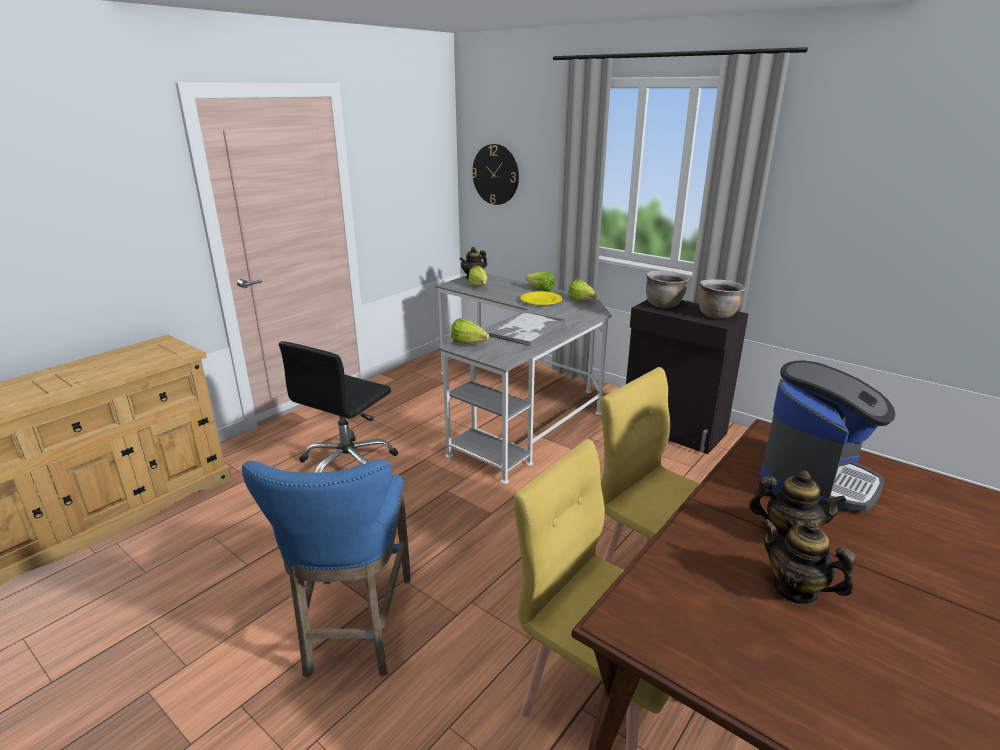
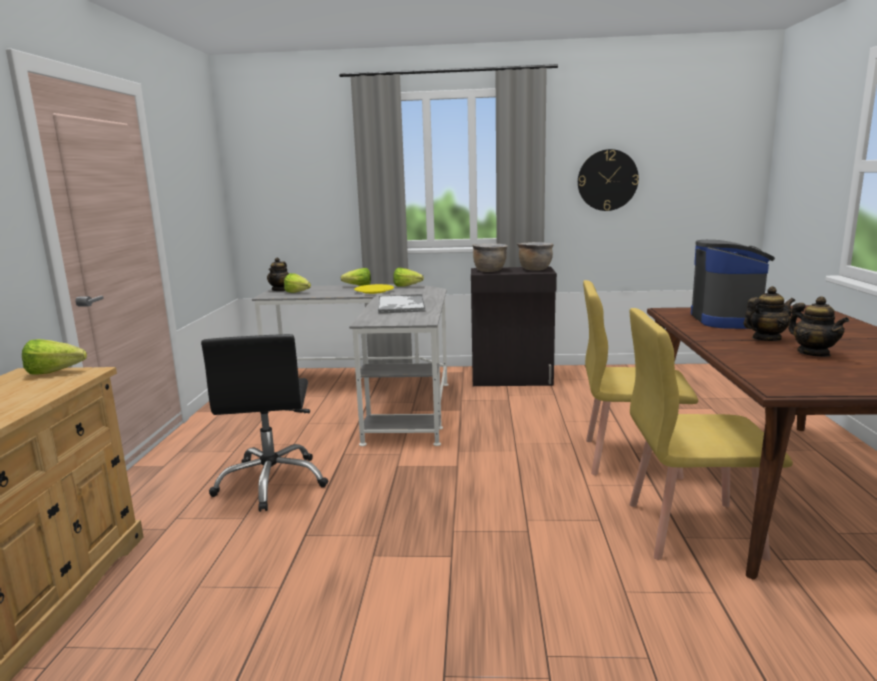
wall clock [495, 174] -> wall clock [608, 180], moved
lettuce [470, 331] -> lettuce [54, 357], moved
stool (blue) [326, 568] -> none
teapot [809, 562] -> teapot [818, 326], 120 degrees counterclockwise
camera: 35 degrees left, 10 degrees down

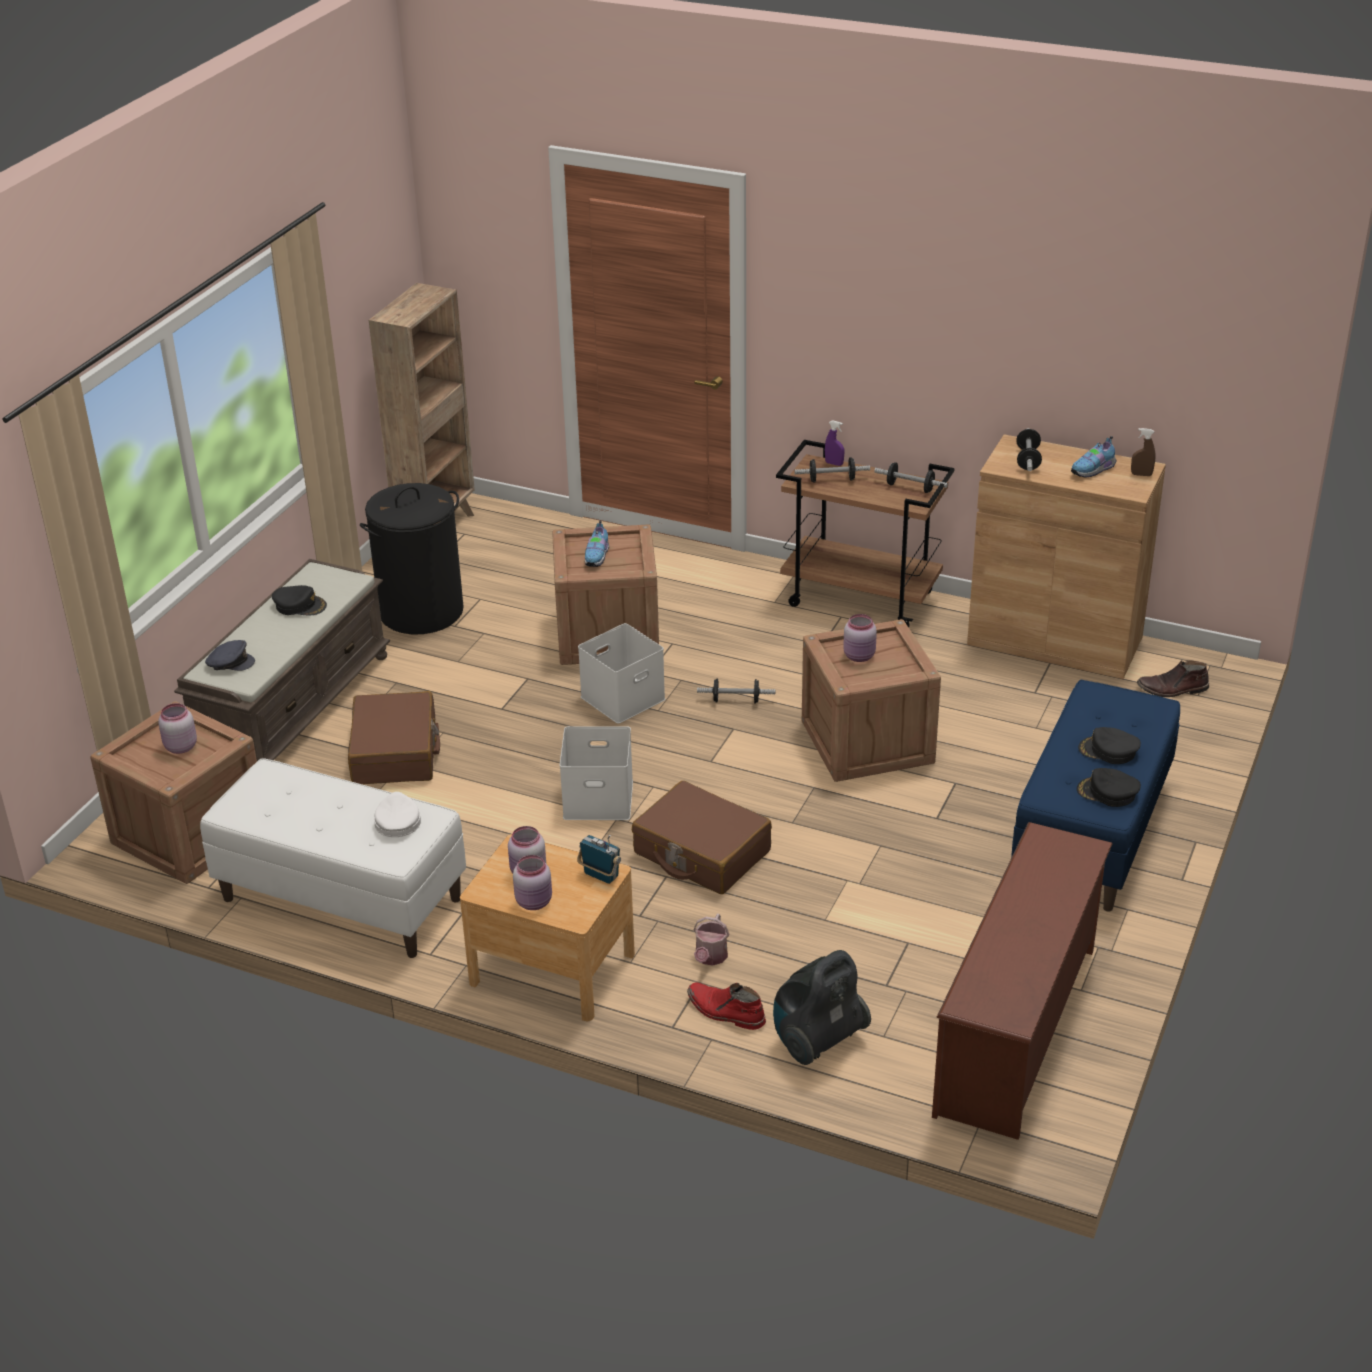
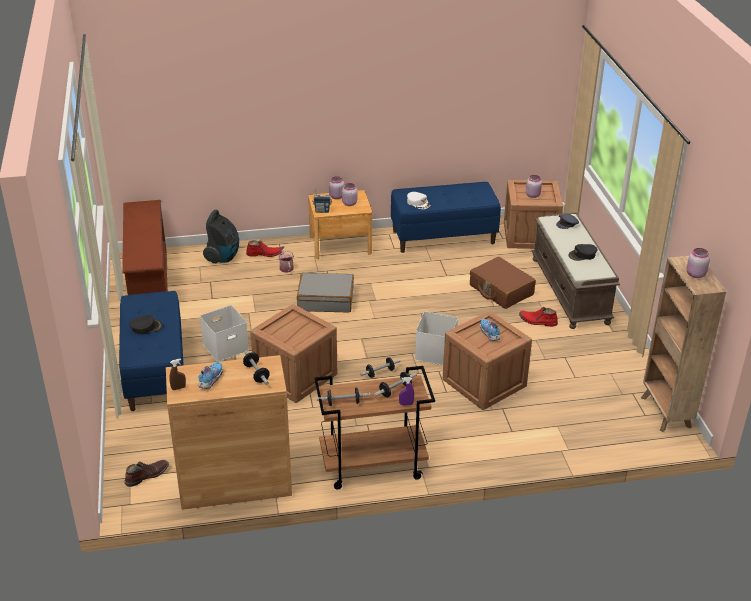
laundry basket (black) [412, 558] -> none
jar (pink) [860, 638] -> jar (pink) [698, 263], moved
storage box (white) [596, 773] -> storage box (white) [224, 333], moved
bench (white) [333, 858] -> bench (blue) [446, 217]
cap (black) [1109, 787] -> none
suitcase (brown) [702, 837] -> suitcase (grey) [325, 292]
none -> boot (red) [538, 317]
camera: 145 degrees right, 0 degrees up

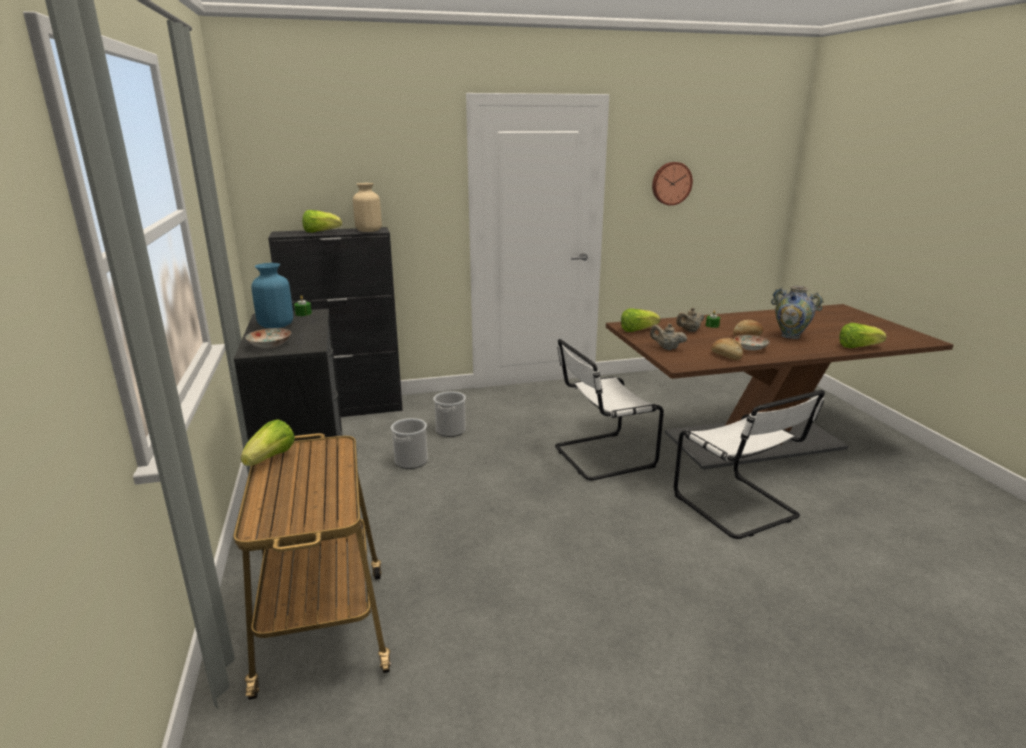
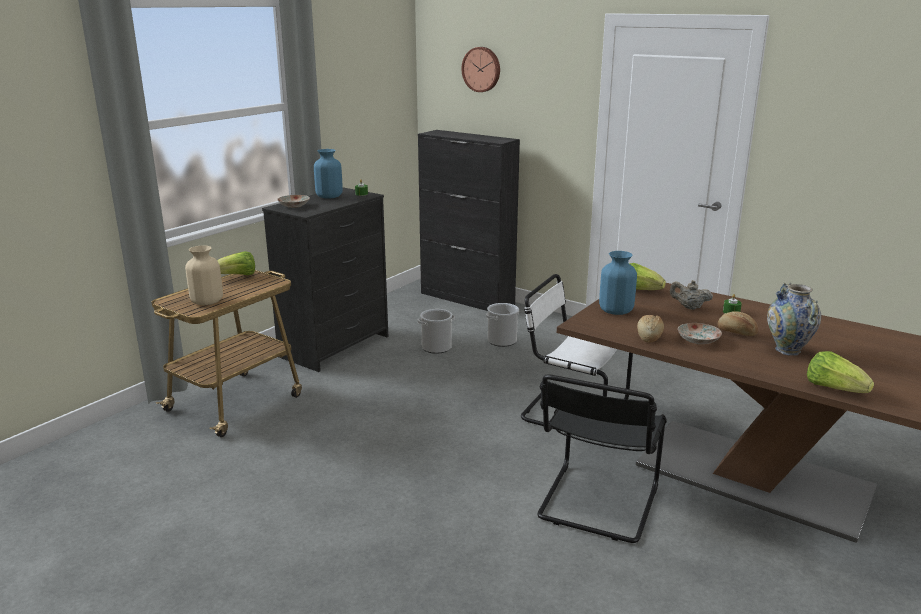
wall clock [672, 184] -> wall clock [480, 69], moved
vase (beige) [367, 207] -> vase (beige) [204, 275], moved
lettuce [322, 221] -> none
teapot (beige) [668, 337] -> vase (blue) [618, 283]
chair (white) [749, 464] -> chair (black) [602, 458]
camera: 50 degrees right, 0 degrees up

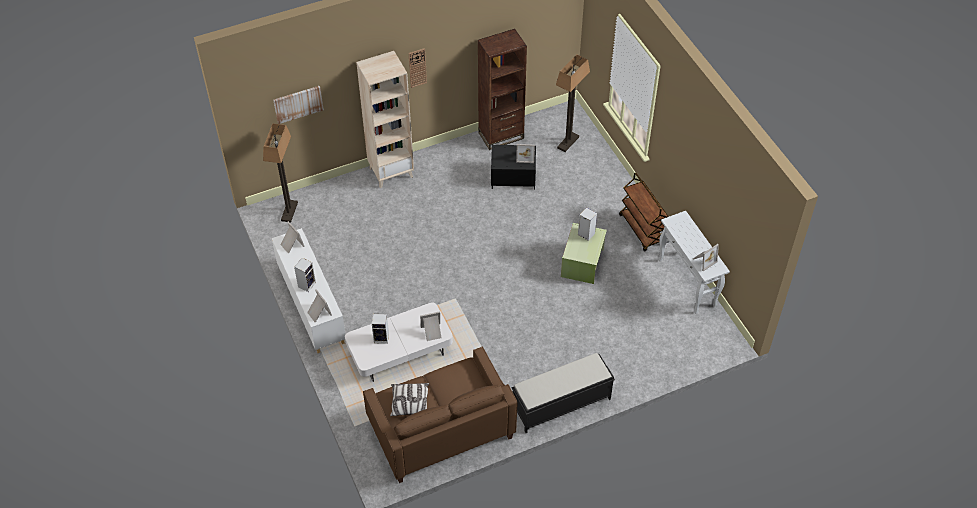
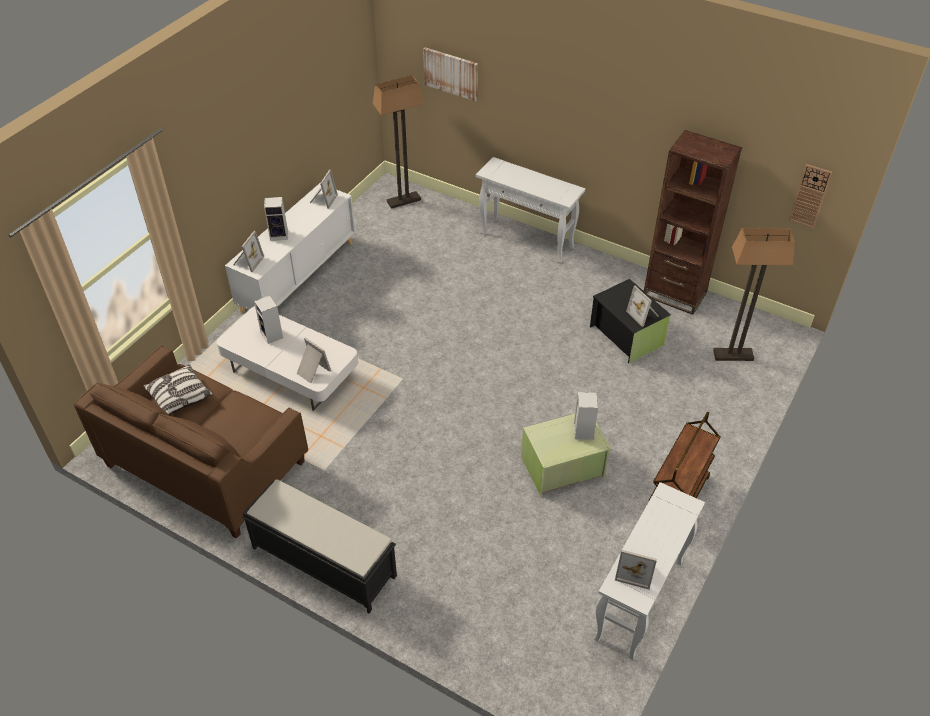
wall clock [418, 68] -> wall clock [810, 196], moved
bookcase (beige) [385, 119] -> console table (white) [530, 210]
camera: 55 degrees right, 5 degrees down

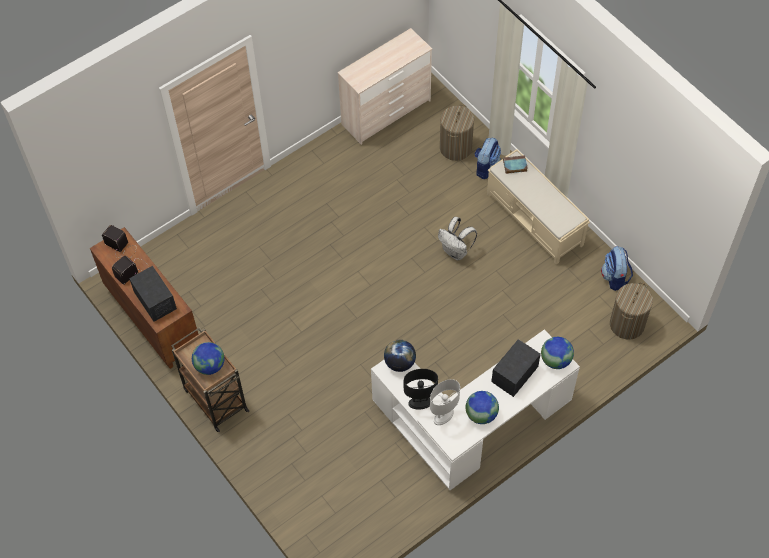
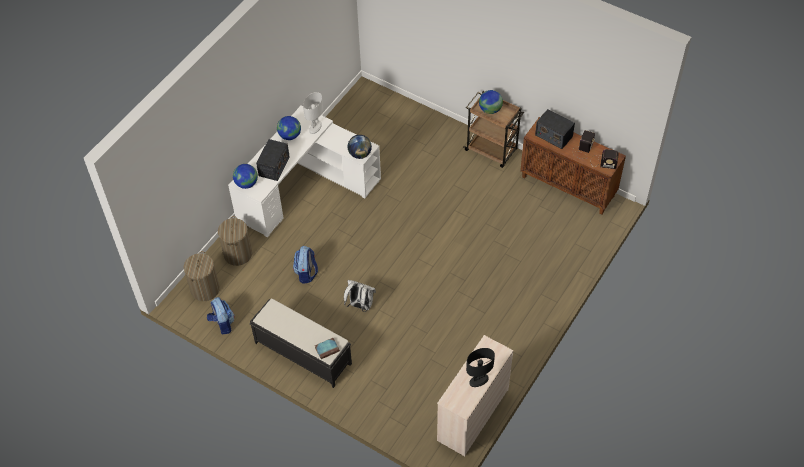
laundry basket [457, 132] -> laundry basket [235, 241], moved
backpack [487, 158] -> backpack [305, 265], moved
bench (beige) [538, 207] -> bench (black) [300, 343]
table lamp (black) [421, 389] -> table lamp (black) [480, 367], moved
camera: 160 degrees right, 5 degrees down

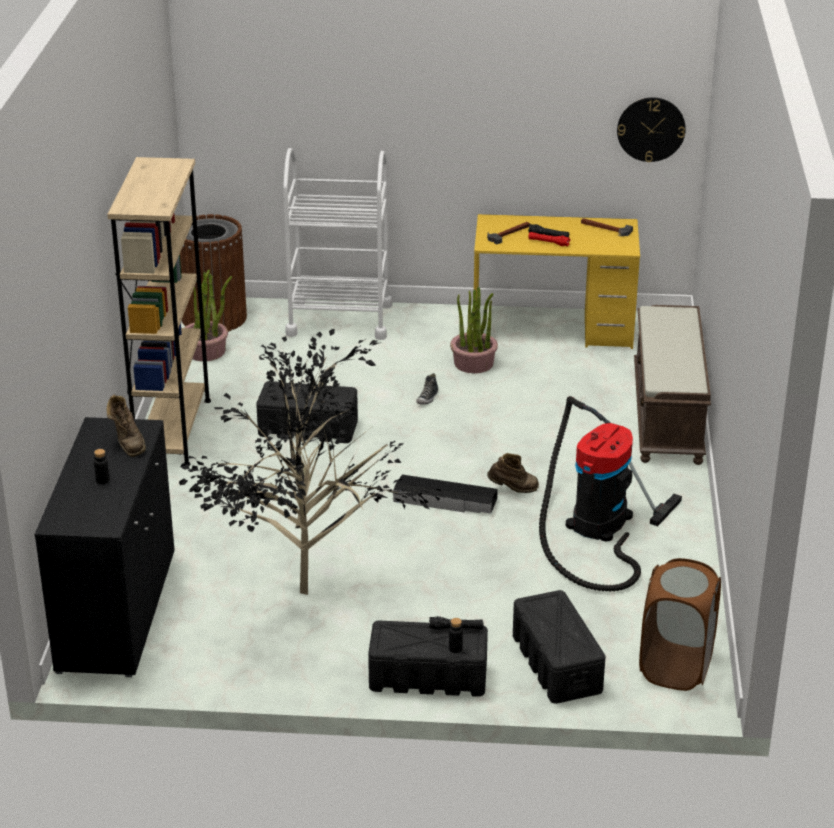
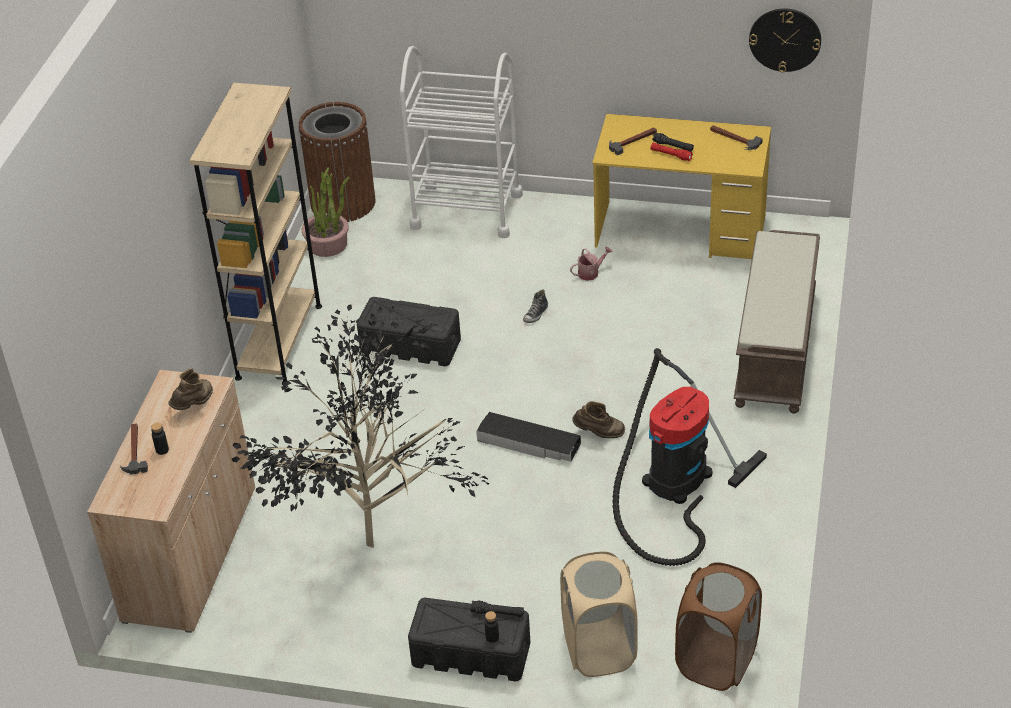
potted plant [474, 330] -> watering can [591, 263]
boot (brown) [126, 426] -> boot (brown) [190, 389], 135 degrees counterclockwise
cabinet (black) [104, 547] -> cabinet (beige) [171, 501]
storage box (black) [559, 647] -> laundry basket (beige) [599, 614]
none -> hammer [134, 449]
camera: 10 degrees right, 10 degrees up

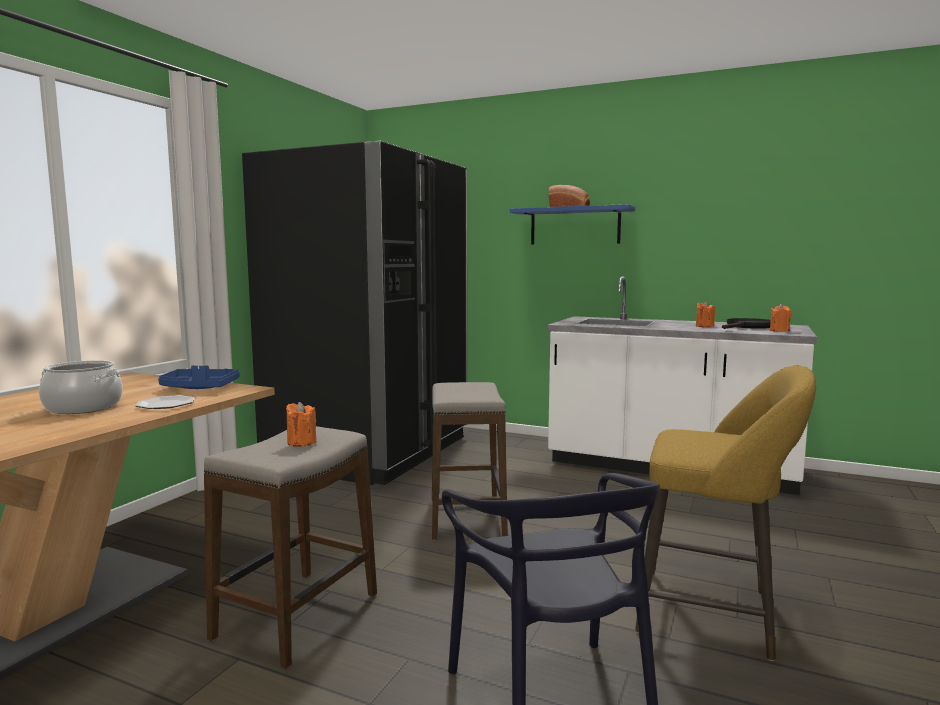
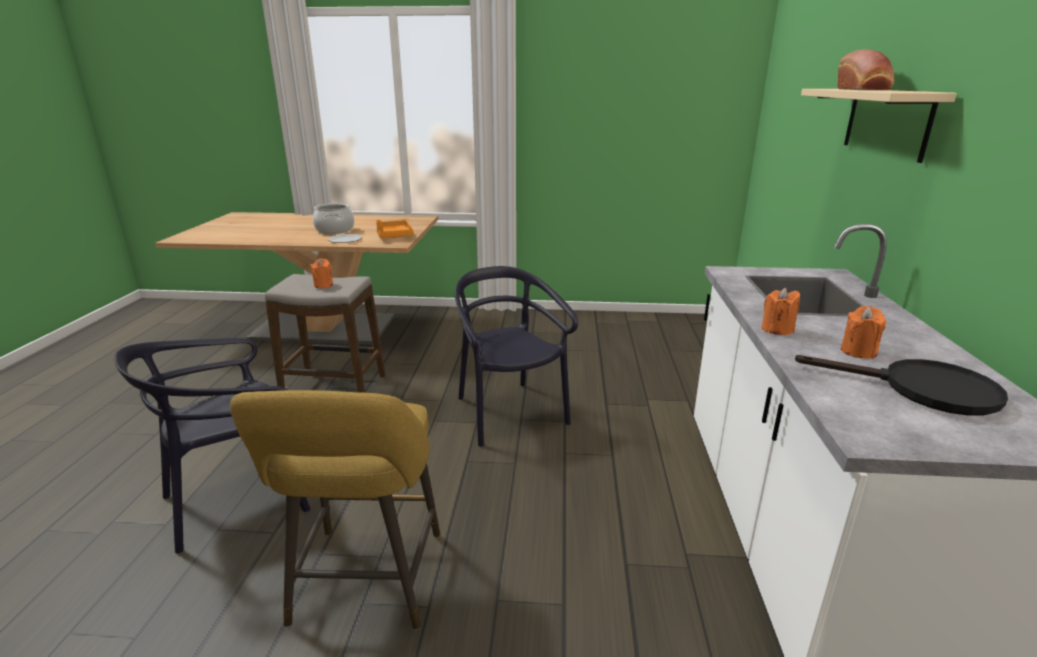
fridge (black) [354, 313] -> none
shelf (blue) [572, 224] -> shelf (beige) [879, 126]
candle (orange) [780, 318] -> candle (orange) [780, 311], moved
tray (blue) [199, 377] -> tray (orange) [395, 229]
stool [470, 461] -> chair (black) [516, 356]
camera: 70 degrees right, 15 degrees up

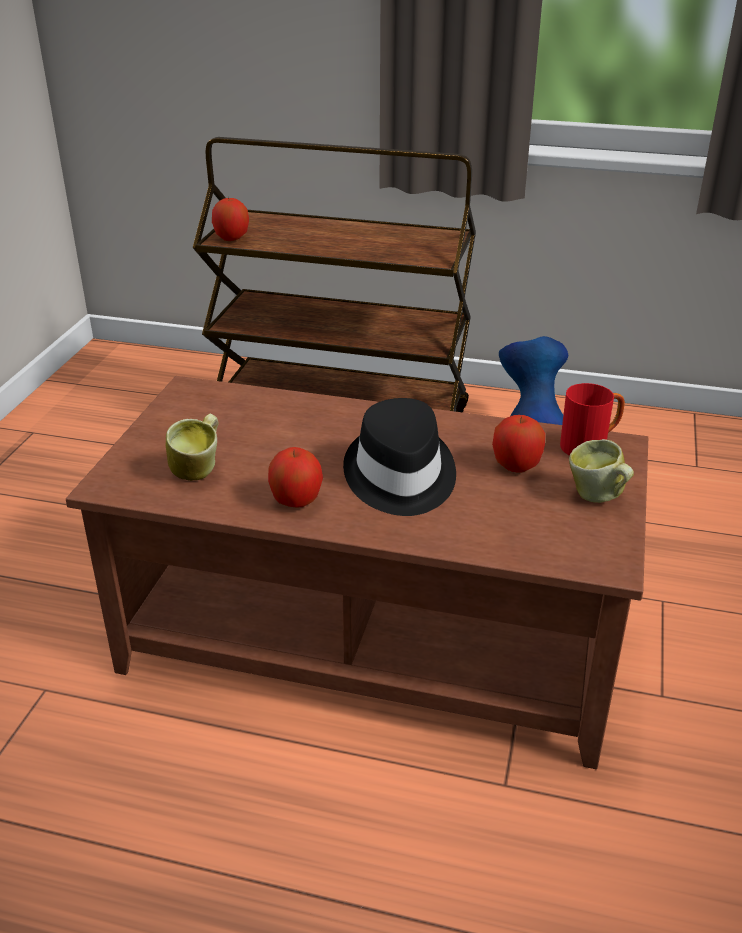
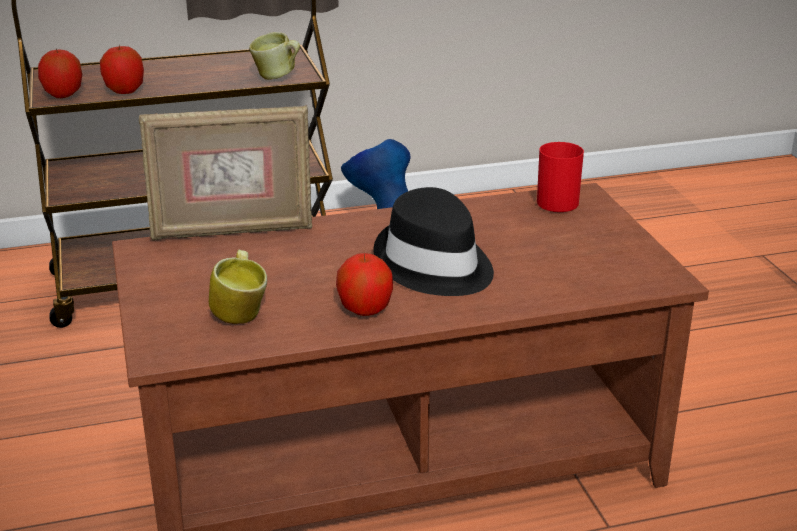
apple [518, 444] -> apple [122, 69], moved
mug [601, 471] -> mug [274, 56], moved
none -> picture frame [225, 173]
camera: 30 degrees left, 5 degrees down

